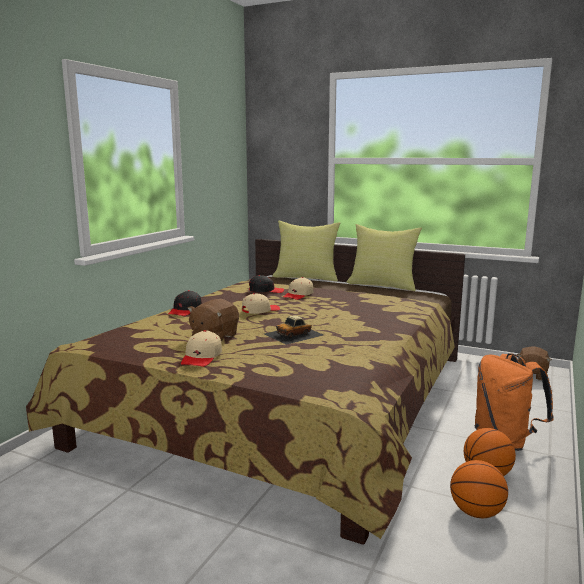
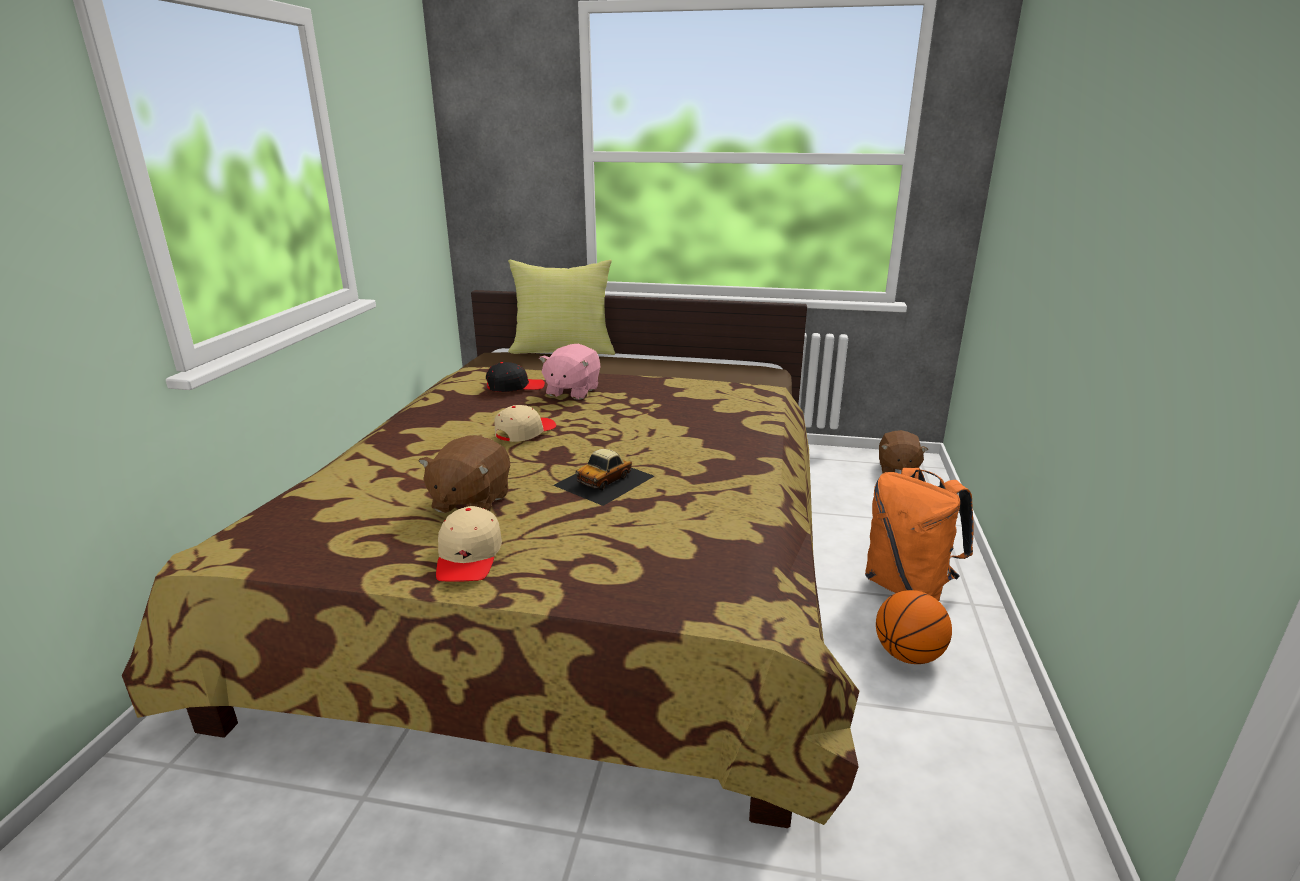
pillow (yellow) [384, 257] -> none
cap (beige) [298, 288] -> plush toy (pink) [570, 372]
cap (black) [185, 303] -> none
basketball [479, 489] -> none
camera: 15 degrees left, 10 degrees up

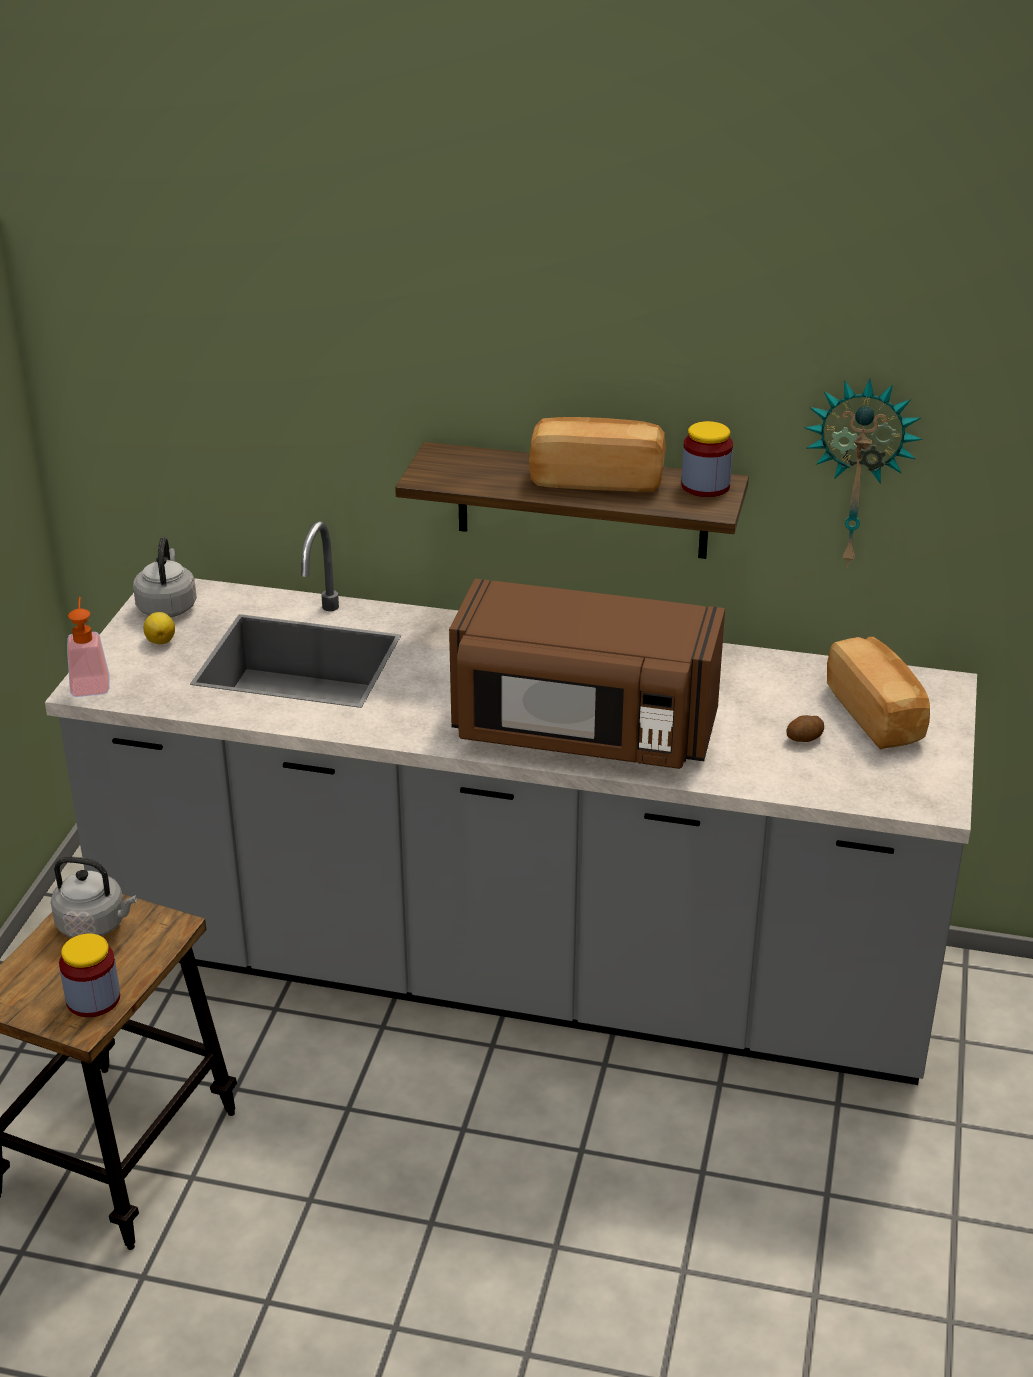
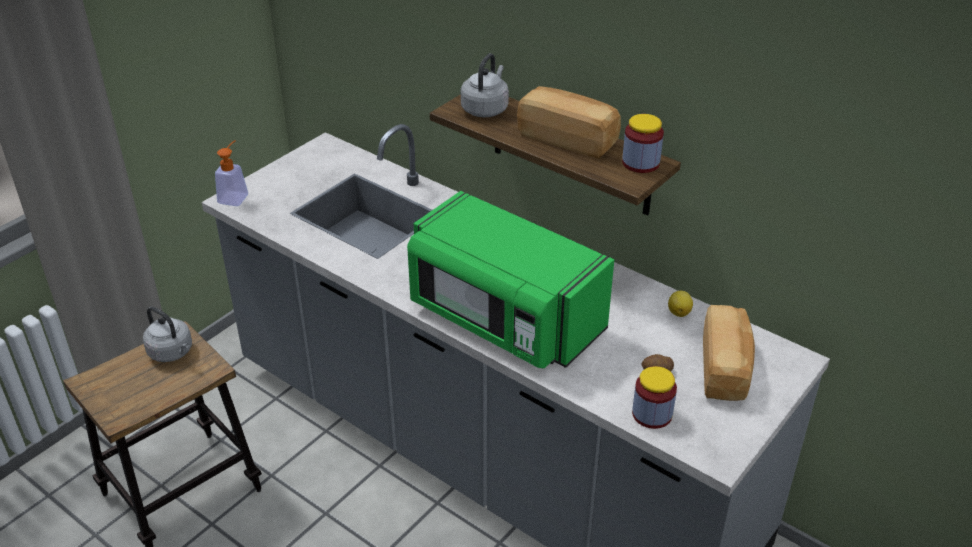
wall clock [863, 472] -> none
kettle (grey) [165, 577] -> kettle (grey) [485, 85], moved
microwave (brown) [587, 674] -> microwave (green) [510, 279]
lemon [159, 628] -> lemon [680, 304], moved
jar [89, 975] -> jar [654, 397], moved
camera: 25 degrees right, 5 degrees up

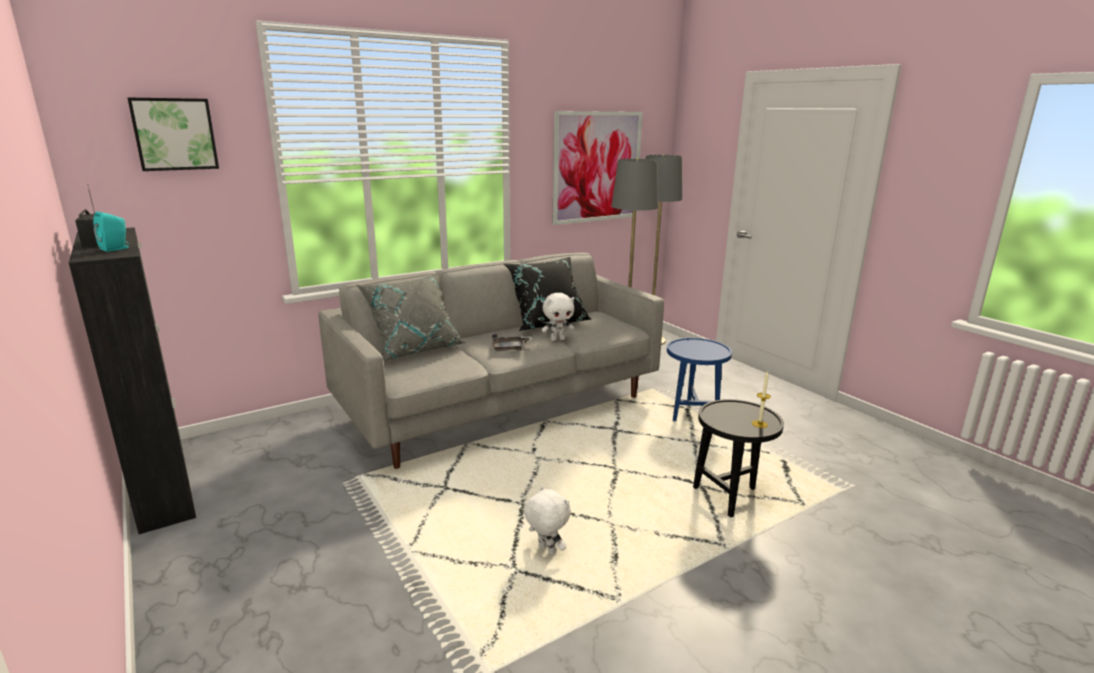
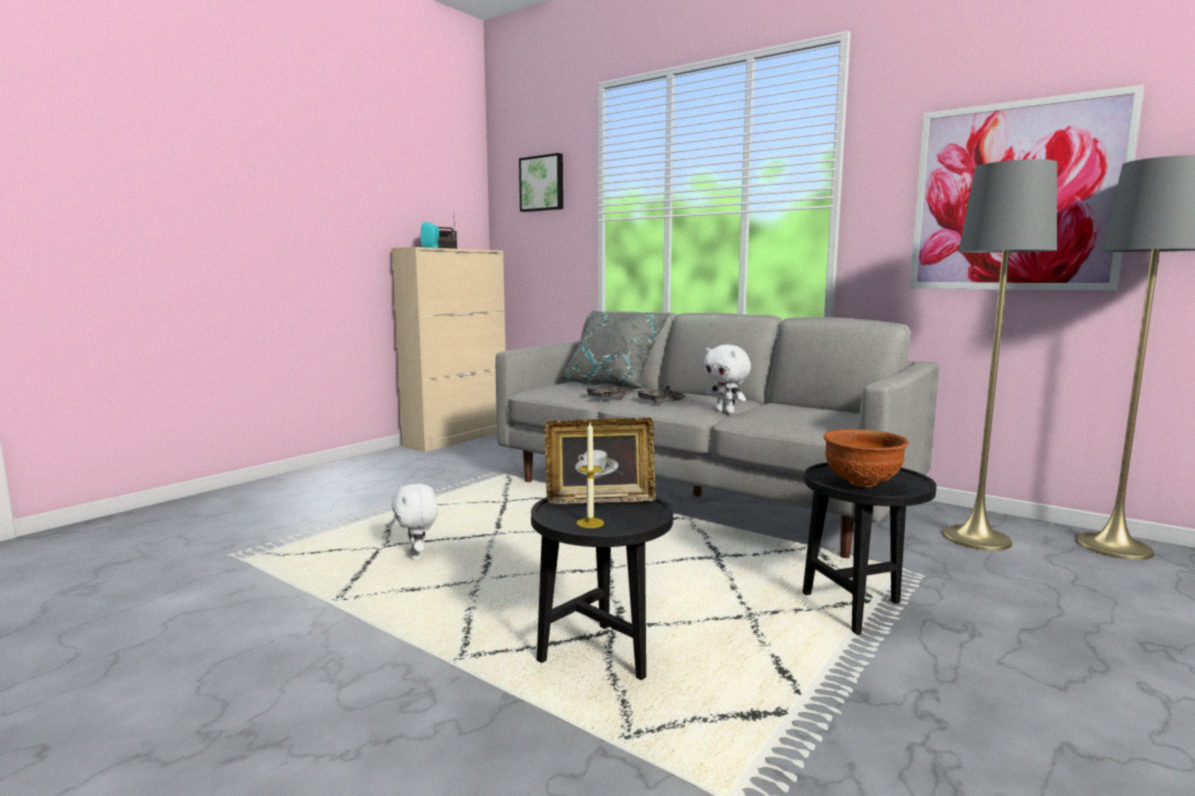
cabinet (black) [132, 380] -> cabinet (beige) [448, 349]
pillow (black) [547, 294] -> none
side table (blue) [699, 379] -> side table (black) [869, 548]
plush toy (white) [547, 520] -> plush toy (white) [414, 522], 135 degrees clockwise
none -> tray (grey) [608, 391]
none -> picture frame [600, 461]
none -> bowl (brown) [866, 458]
camera: 70 degrees right, 10 degrees down

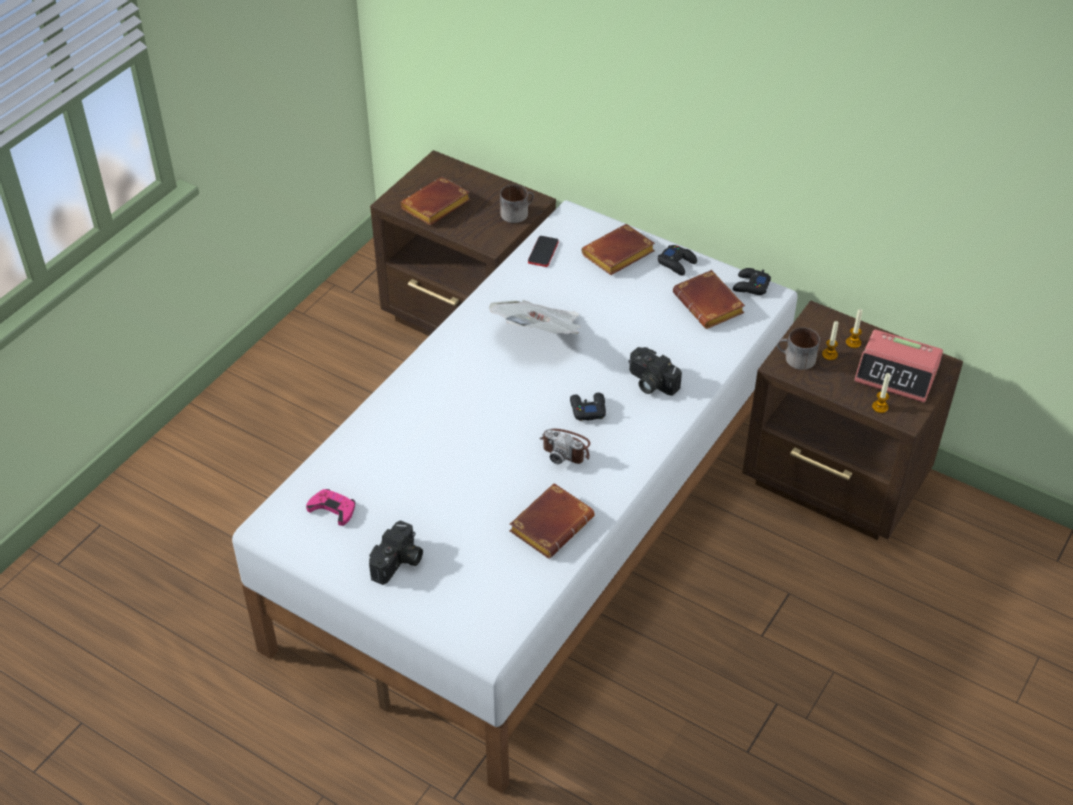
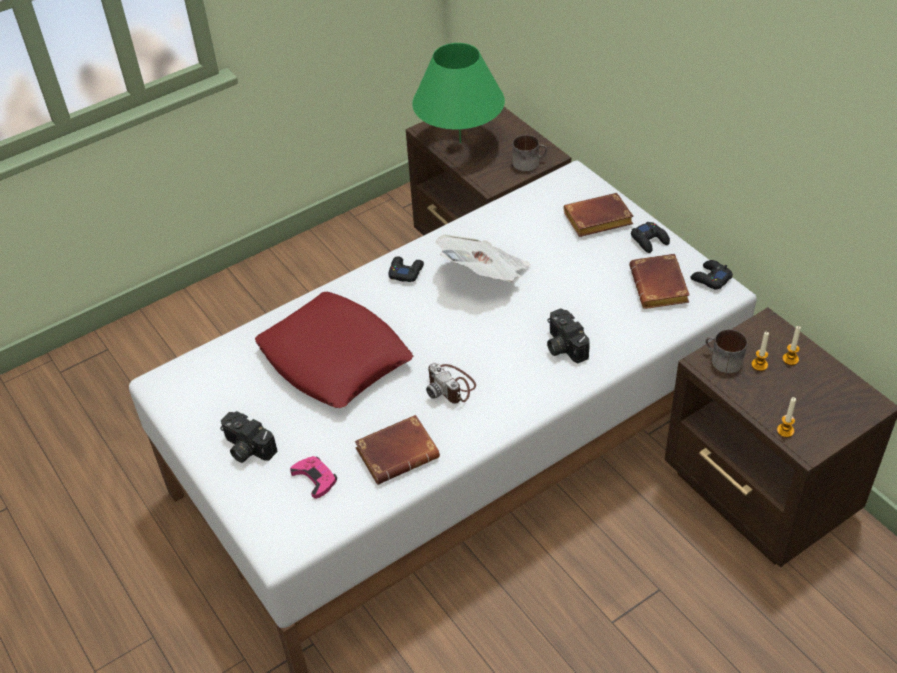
book (brown) [435, 201] -> table lamp (green) [458, 93]
phone [543, 251] -> none
alarm clock [898, 366] -> none
game controller (black) [588, 407] -> game controller (black) [406, 269], moved
game controller (pink) [331, 507] -> game controller (pink) [313, 477], moved
photo camera [396, 552] -> photo camera [248, 437], 75 degrees clockwise
none -> pillow (red) [334, 350]
camera: 25 degrees right, 0 degrees up

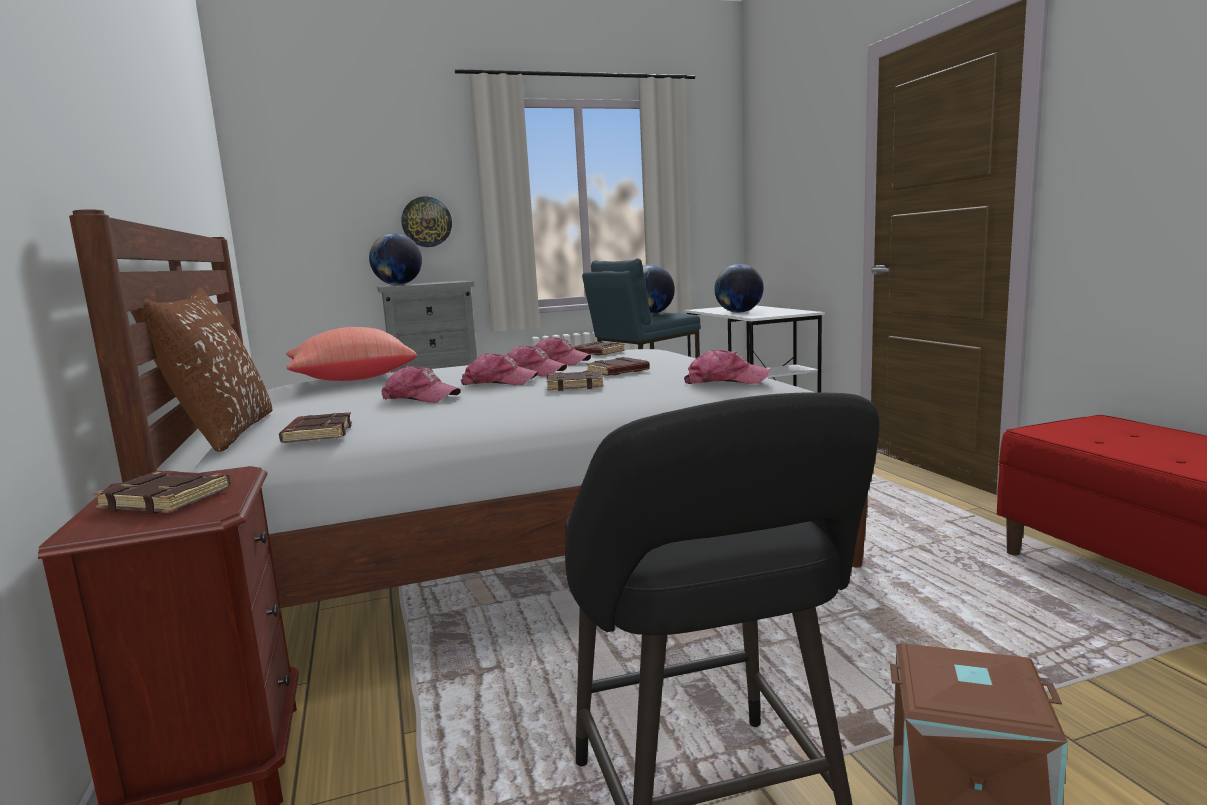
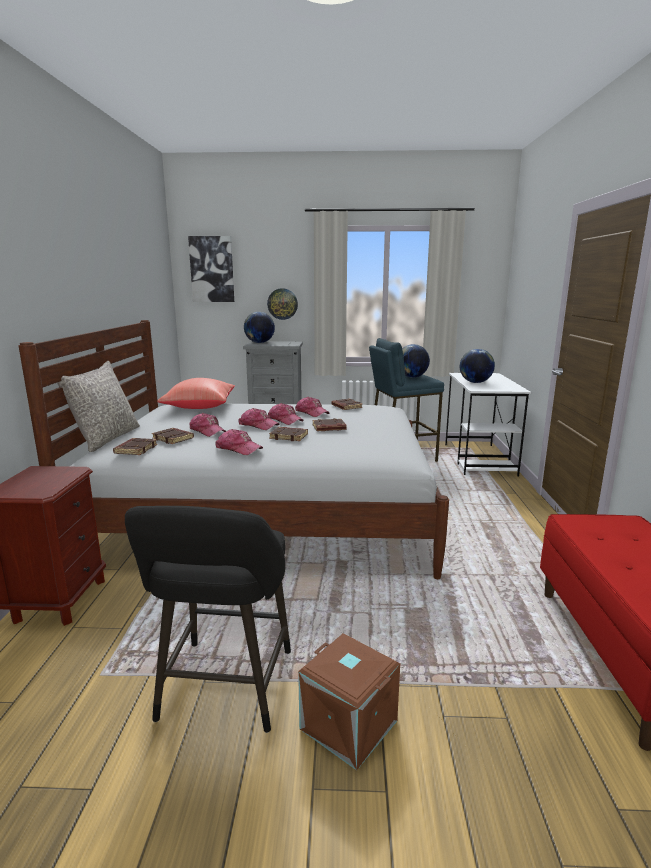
pillow (brown) [201, 369] -> pillow (grey) [98, 406]
cap [727, 366] -> cap [239, 442], moved
book (brown) [162, 492] -> book (brown) [173, 436], moved
none -> picture [211, 269]
camera: 20 degrees right, 5 degrees up

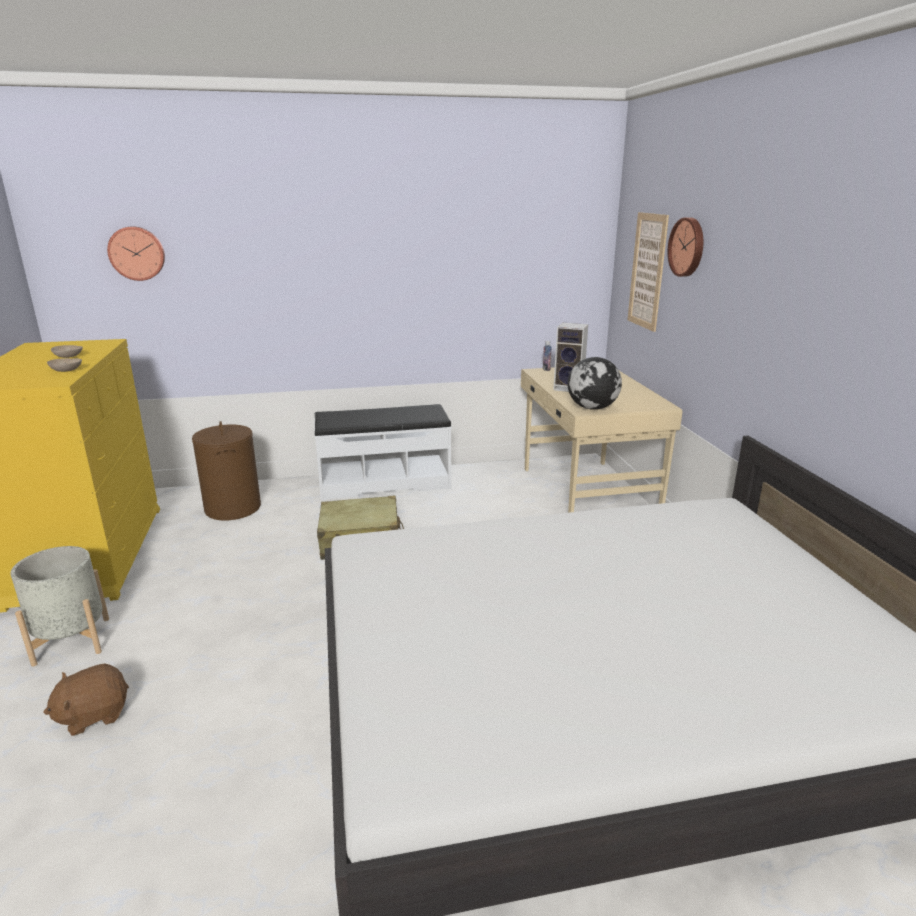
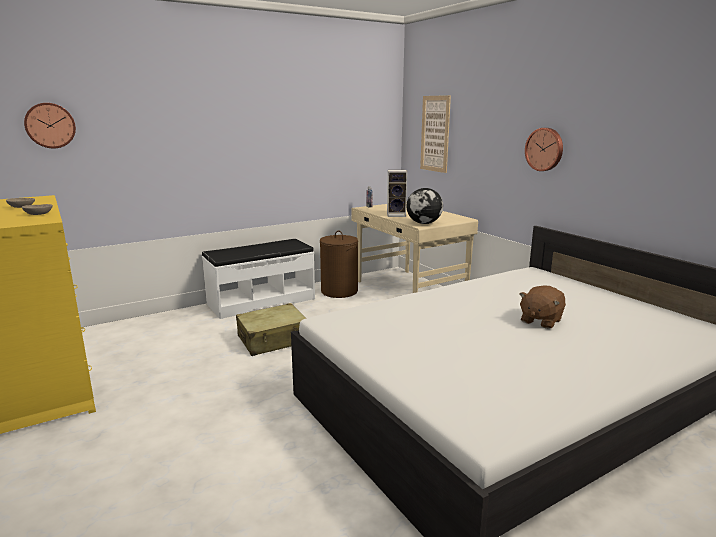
wall clock [685, 247] -> wall clock [544, 149], moved
laundry basket (brown) [226, 470] -> laundry basket (brown) [339, 264], moved
planter (grey) [59, 606] -> none
plush toy (brown) [86, 699] -> plush toy (brown) [542, 307], moved
camera: 20 degrees left, 5 degrees down

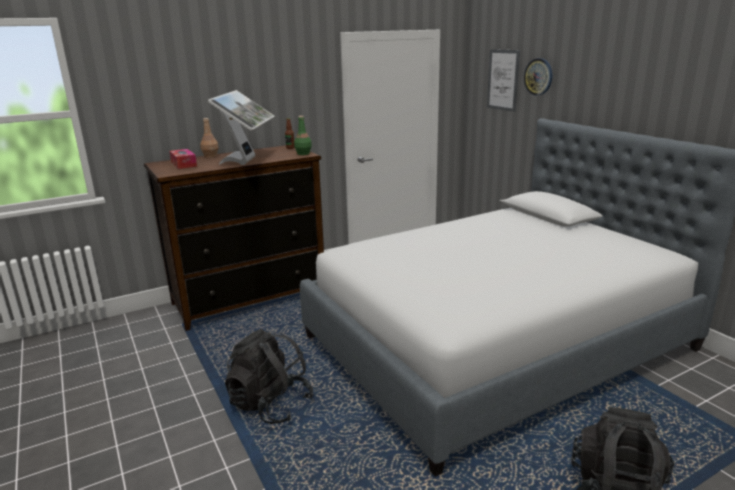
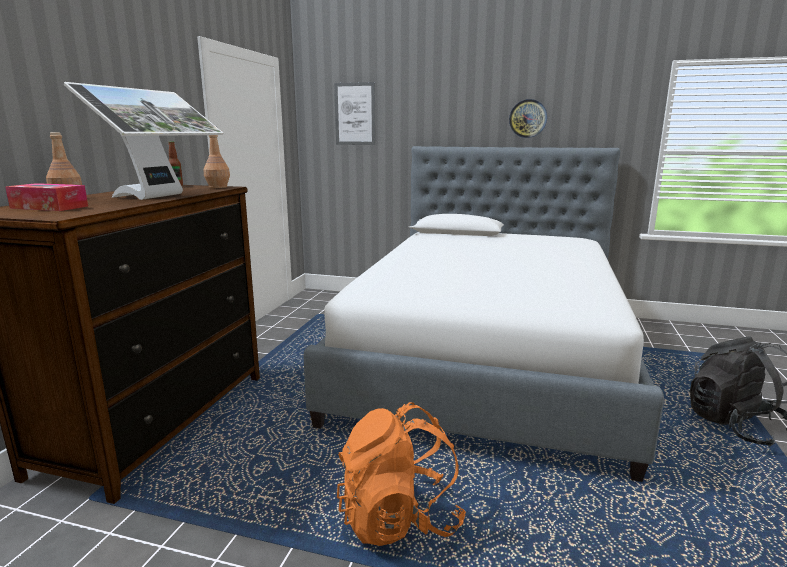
wall clock [538, 76] -> wall clock [528, 118], moved
monitor [241, 127] -> monitor [143, 141], 60 degrees clockwise
bottle (green) [303, 135] -> bottle (brown) [216, 161]
backpack (black) [269, 376] -> backpack (orange) [401, 474]
camera: 45 degrees left, 5 degrees down

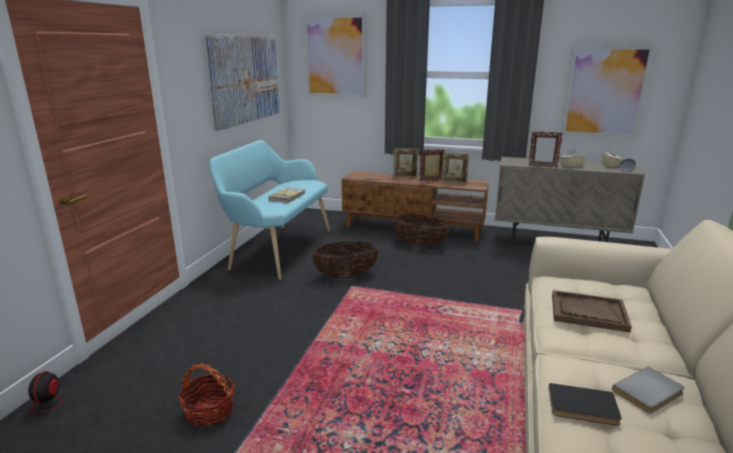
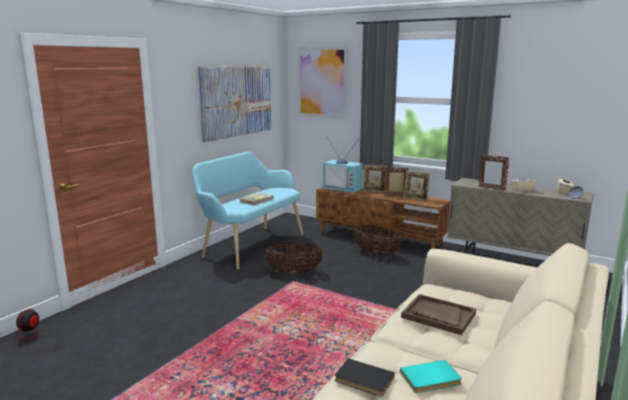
picture [608, 92] -> none
basket [206, 394] -> none
book (grey) [648, 390] -> book (turquoise) [431, 376]
none -> television [343, 165]
camera: 15 degrees right, 5 degrees down

